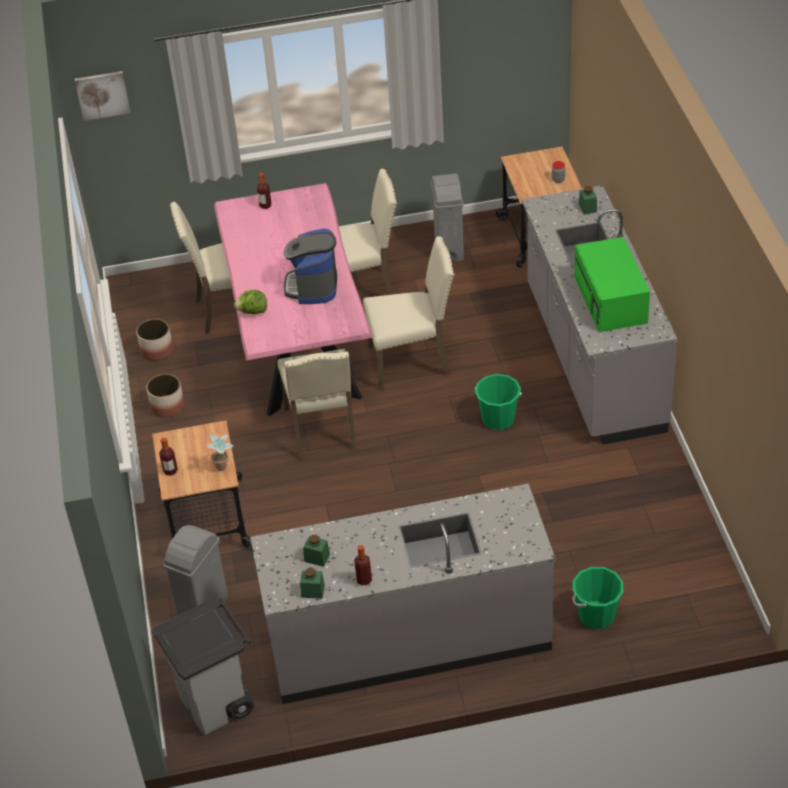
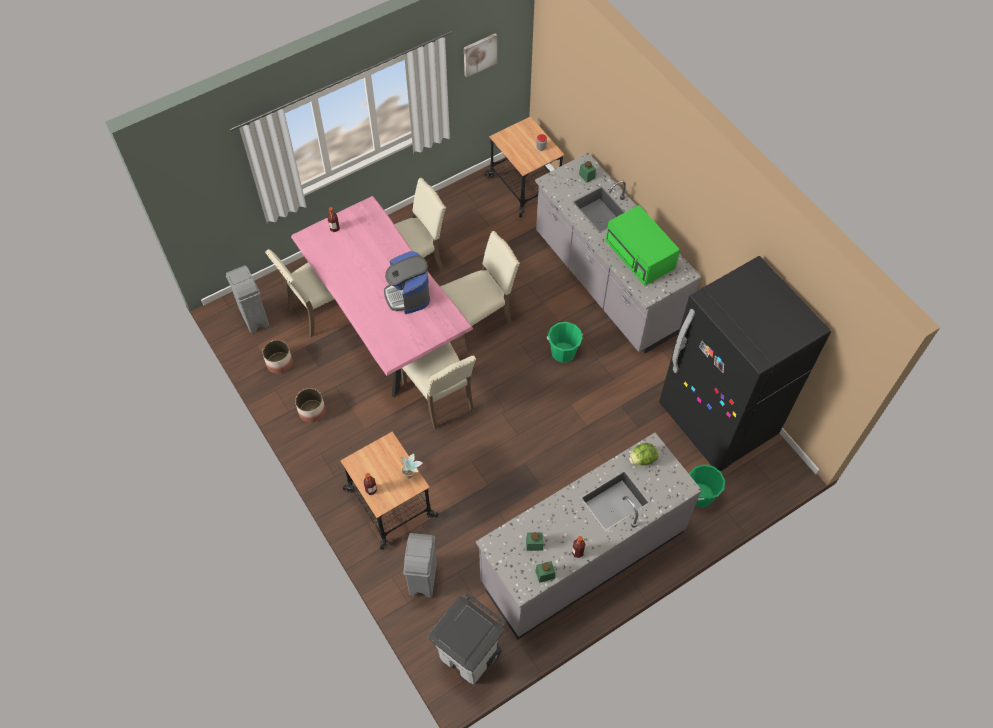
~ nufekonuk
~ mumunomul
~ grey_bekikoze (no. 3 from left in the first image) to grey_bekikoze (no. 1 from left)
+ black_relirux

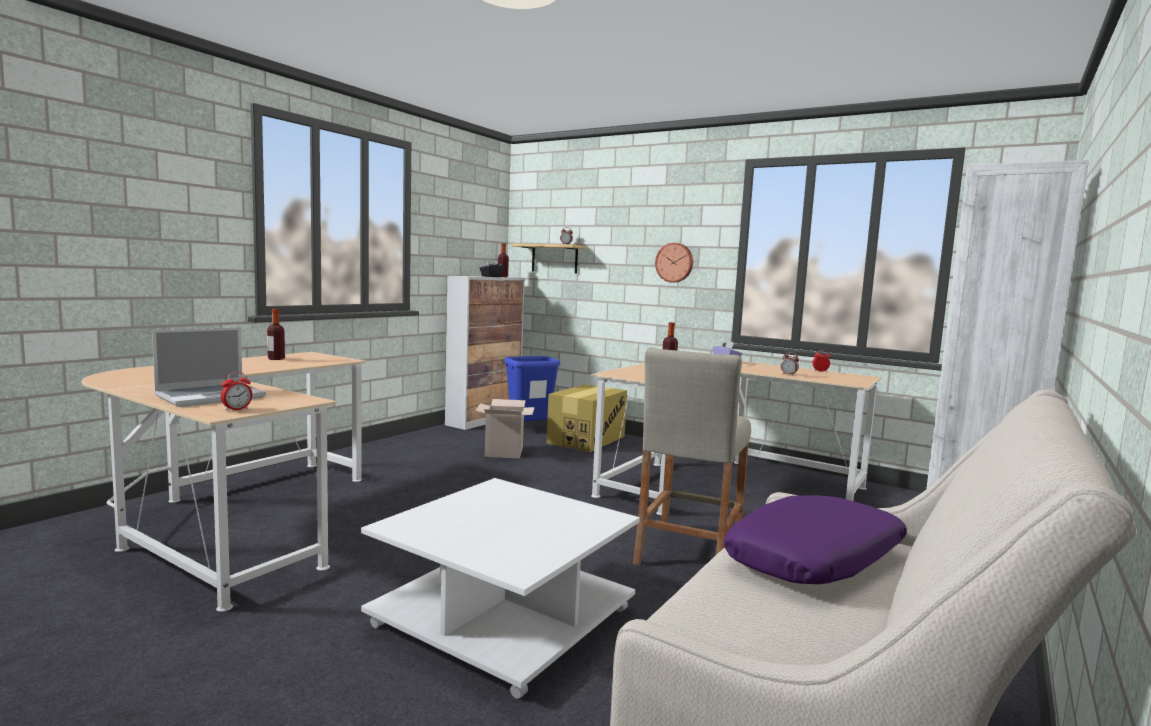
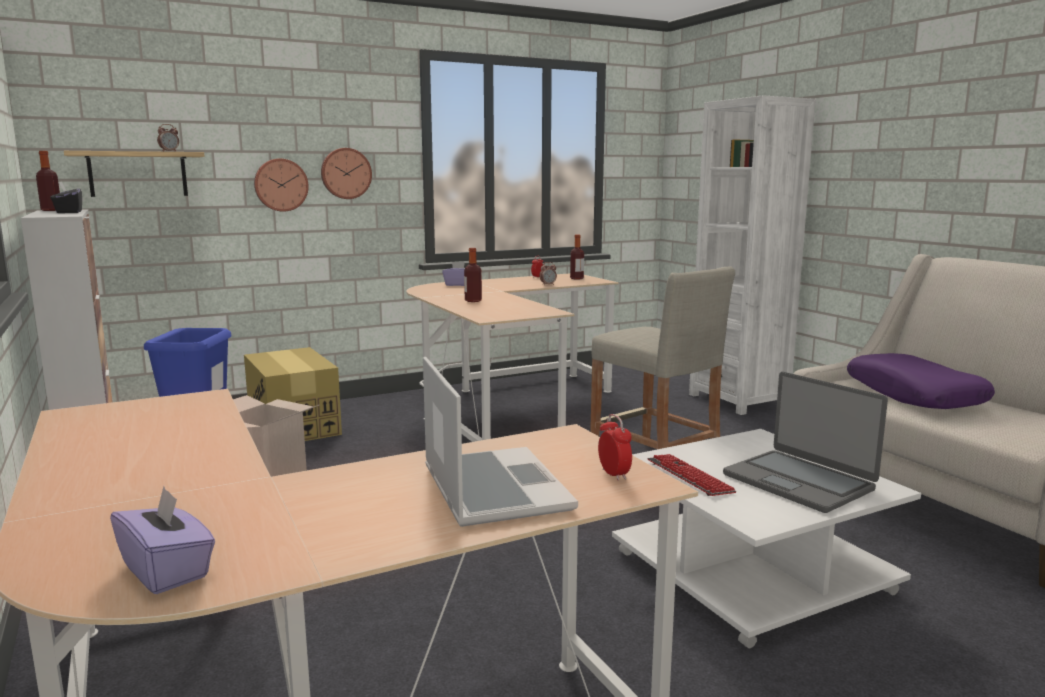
~ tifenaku (no. 1 from left in the first image) to tifenaku (no. 3 from left)
+ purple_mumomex (no. 1 from left)
+ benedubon (no. 1 from left)
+ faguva
+ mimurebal (no. 2 from left)

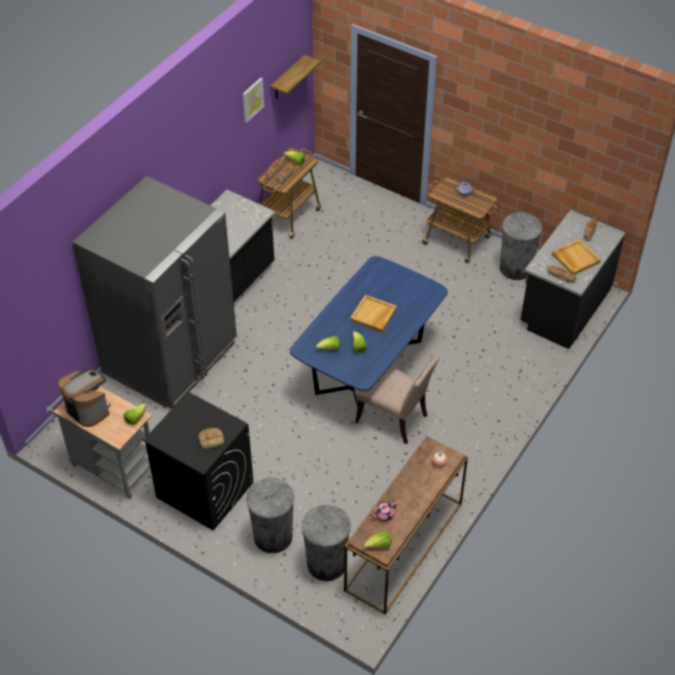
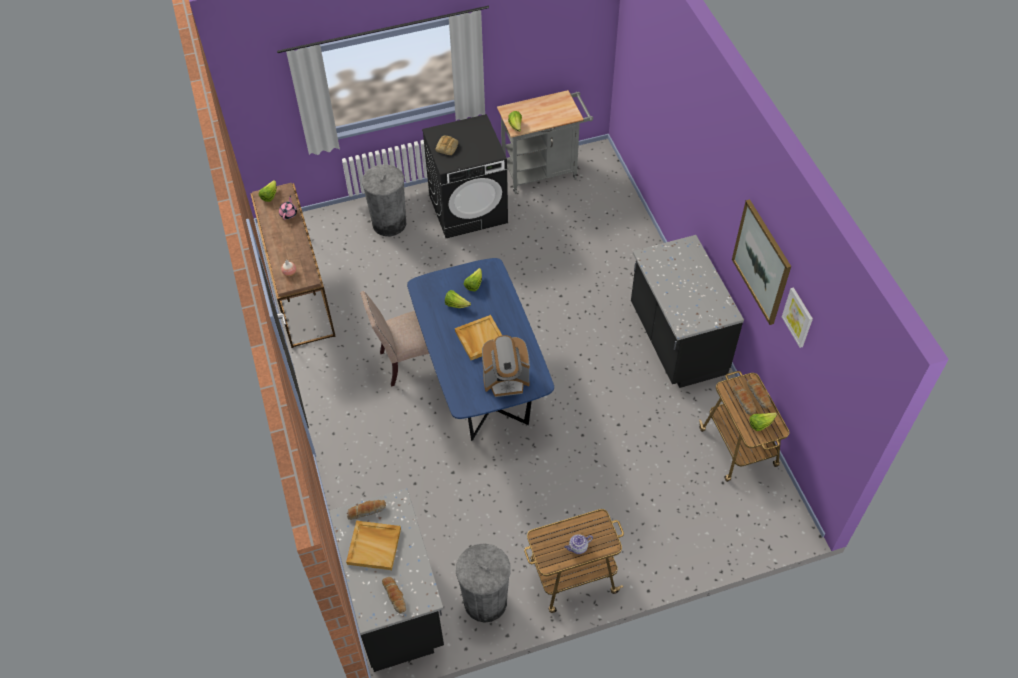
~ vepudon
- grey_relirux
- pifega
- grey_bekikoze (no. 2 from left)
+ nufekonuk (no. 1 from left)

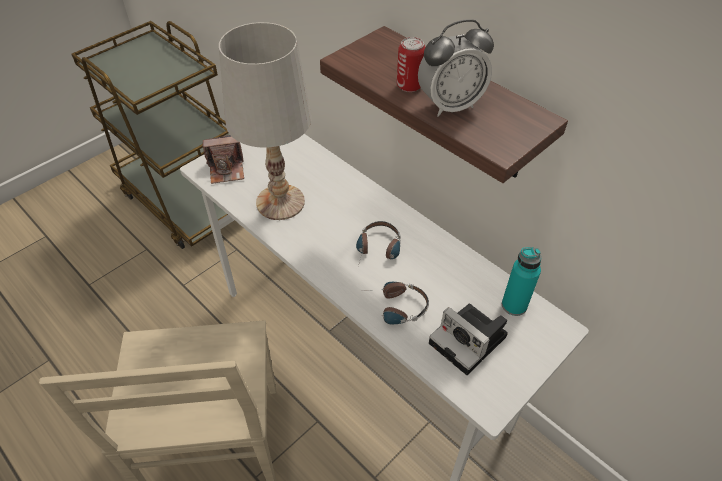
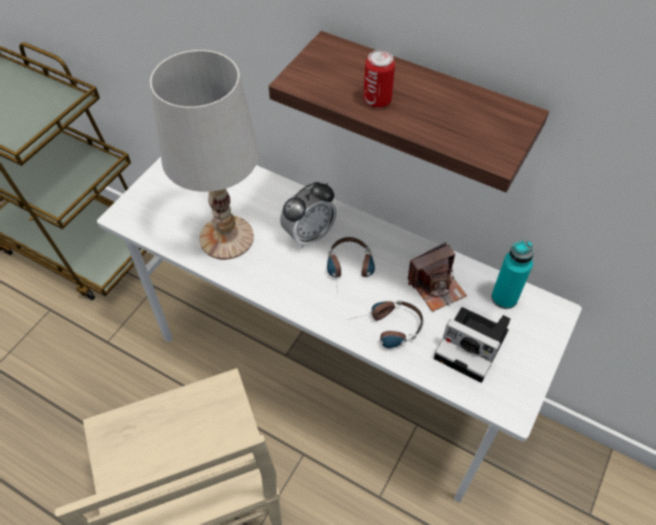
~ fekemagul (no. 1 from left)
~ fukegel

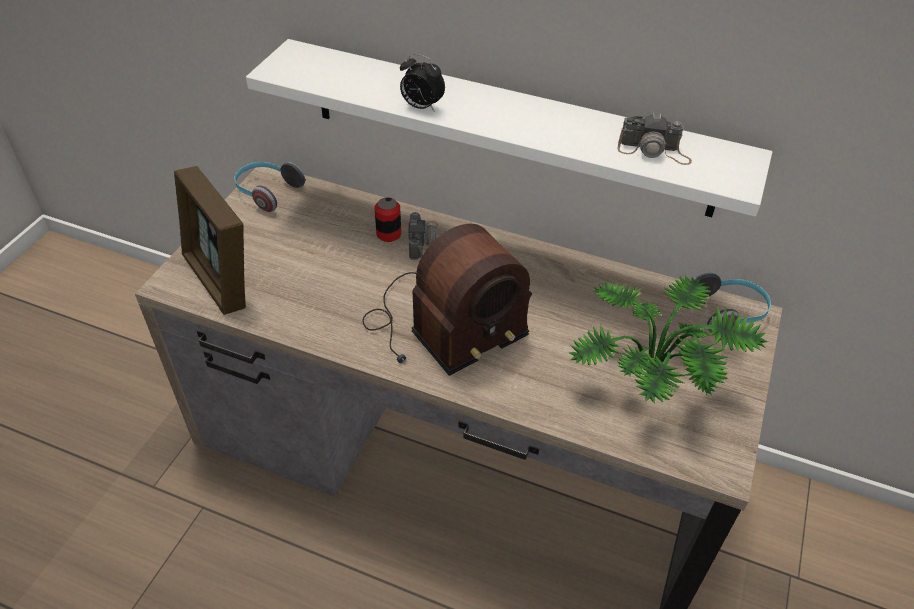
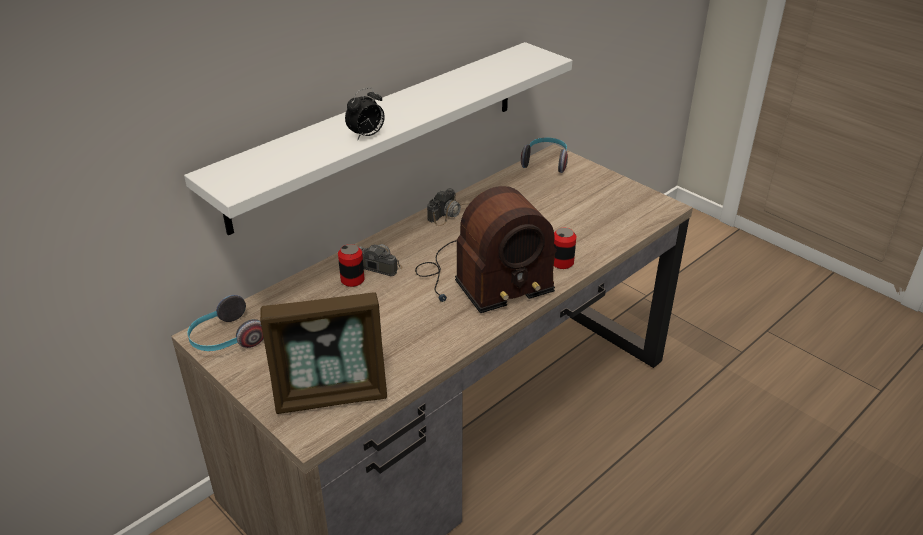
~ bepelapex 75 degrees clockwise
- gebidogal
~ fekemagul (no. 2 from left)
+ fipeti (no. 2 from left)

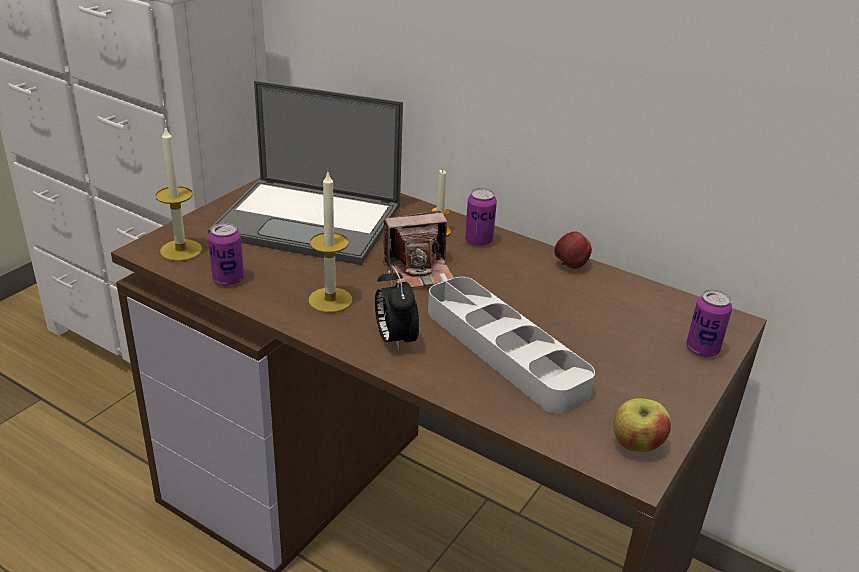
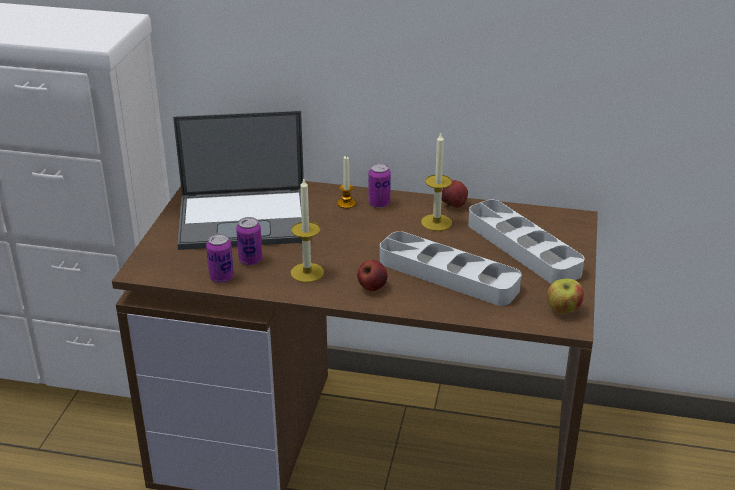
~ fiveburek (no. 1 from left in the first image) to fiveburek (no. 3 from left)
~ fukegel to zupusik (no. 1 from left)
- fekemagul
~ fipeti (no. 3 from left in the first image) to fipeti (no. 2 from left)
+ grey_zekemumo (no. 2 from left)

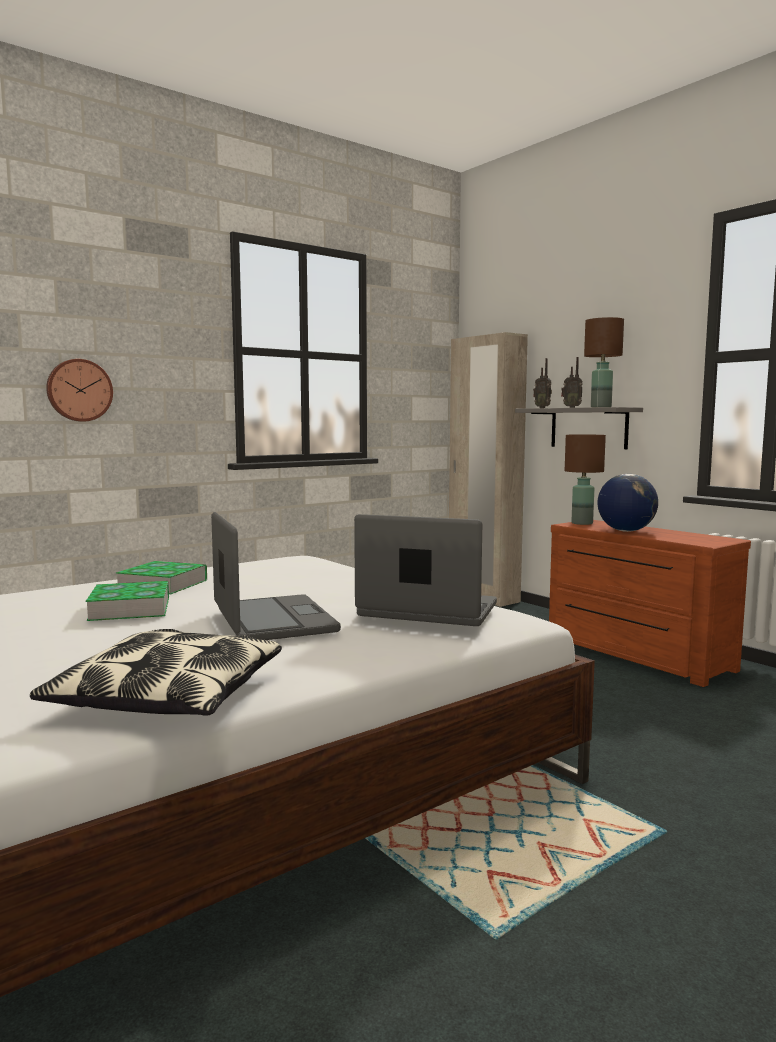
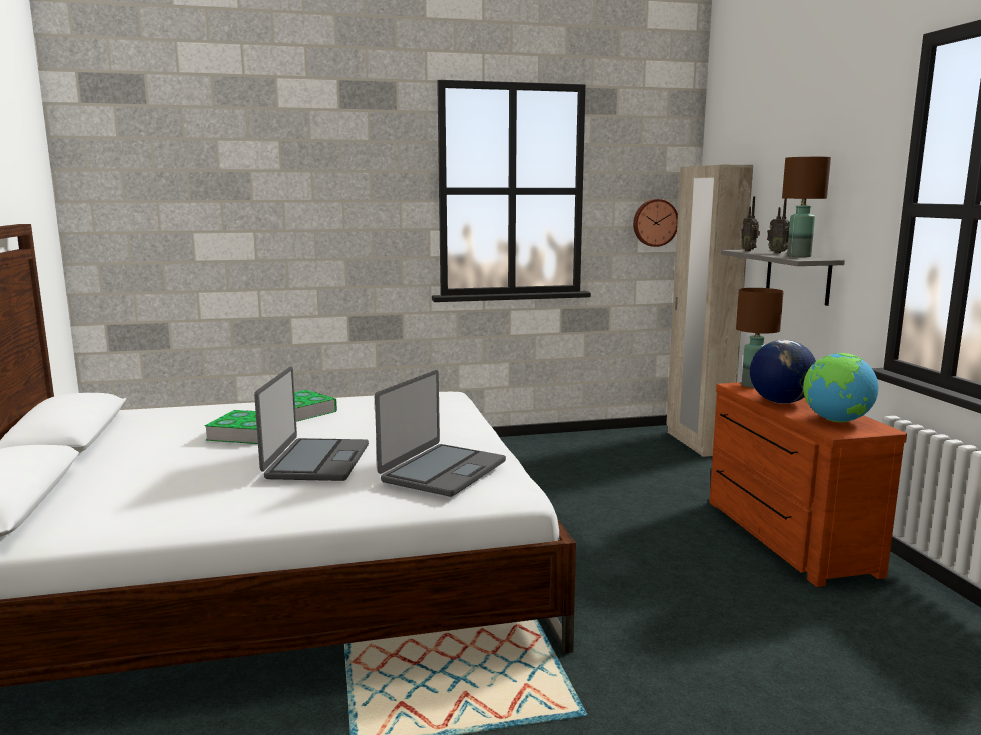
- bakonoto
~ benedubon
~ mimurebal (no. 2 from left) 75 degrees clockwise
+ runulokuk (no. 2 from left)

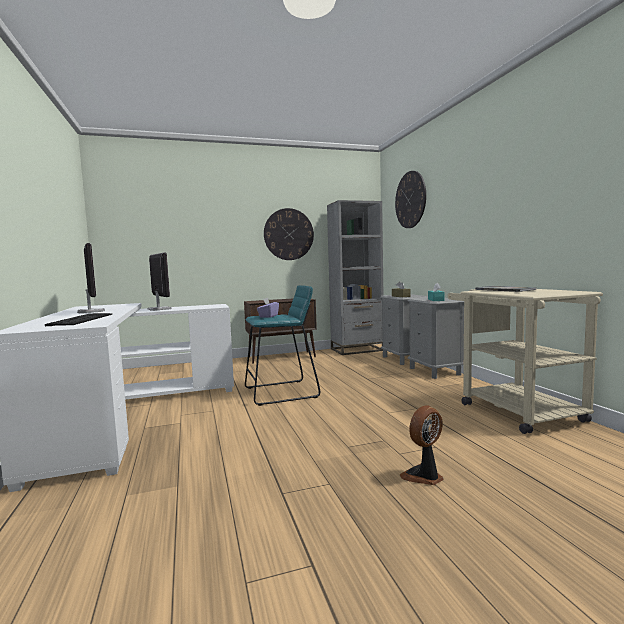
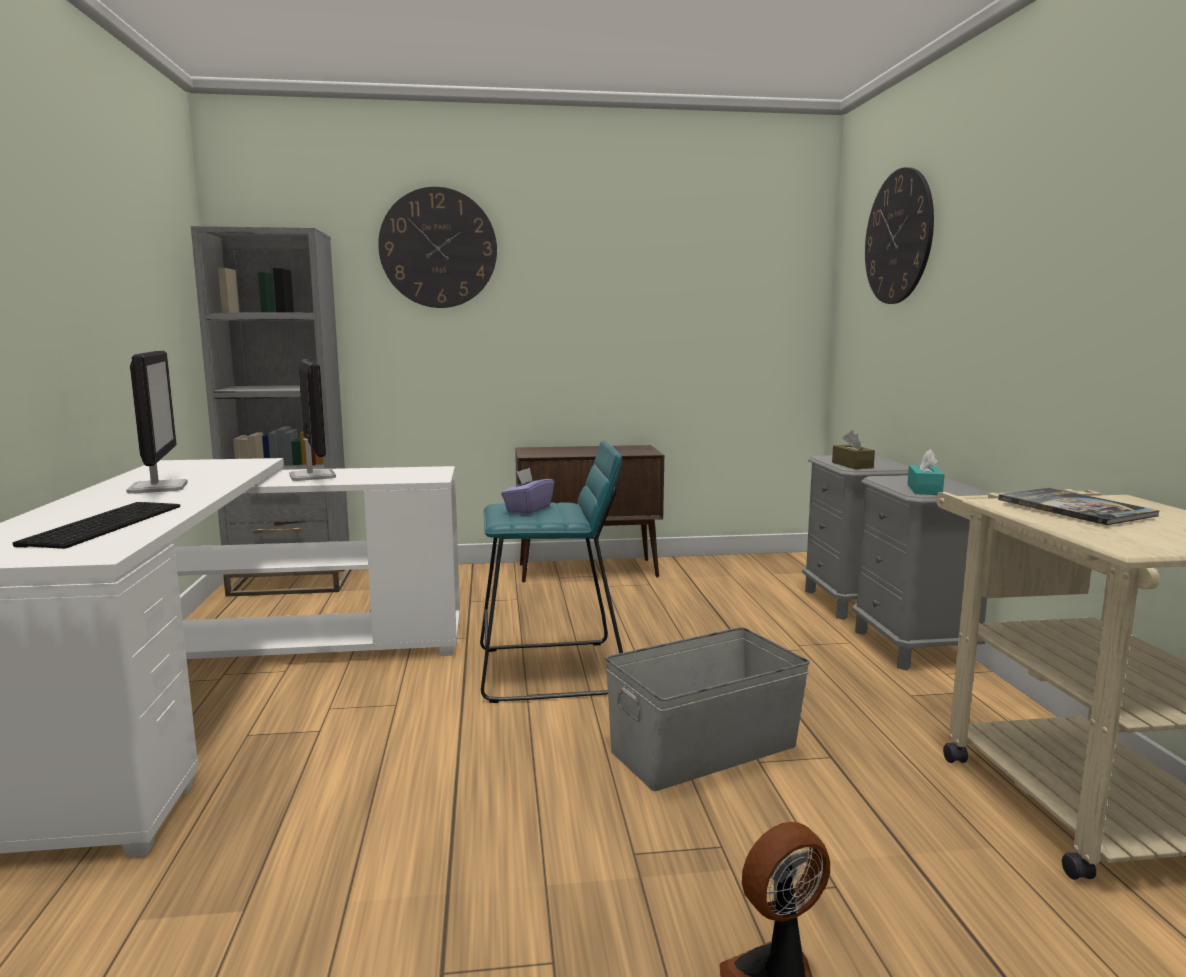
~ benedubon (no. 1 from left)
~ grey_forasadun
+ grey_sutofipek

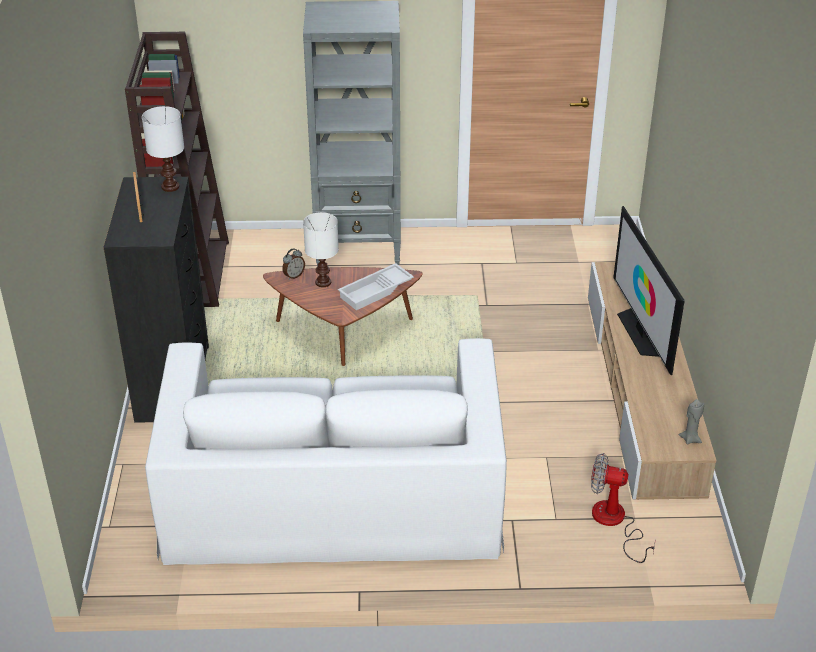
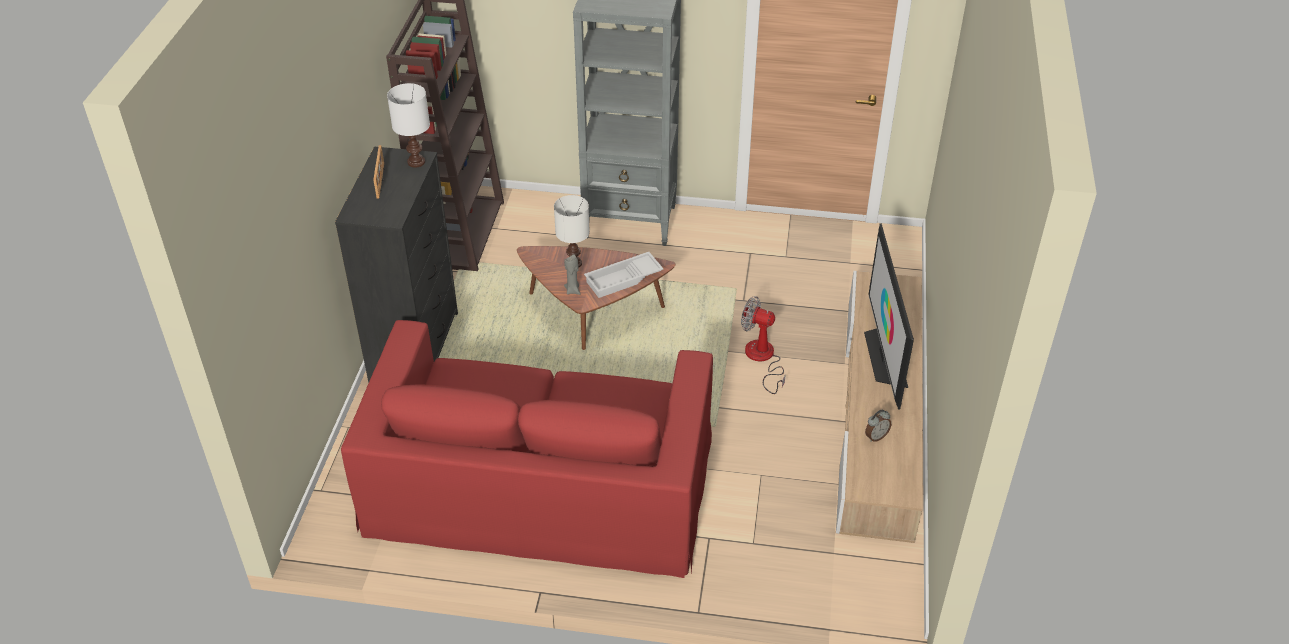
~ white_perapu to red_perapu
~ fukegel
~ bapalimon
~ grey_fiveburek

